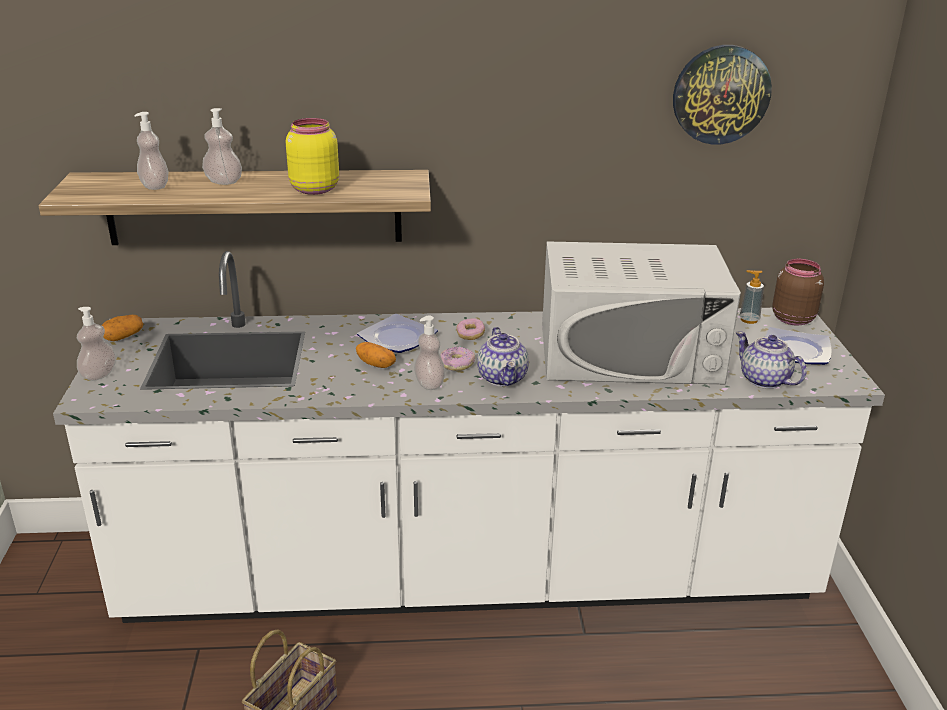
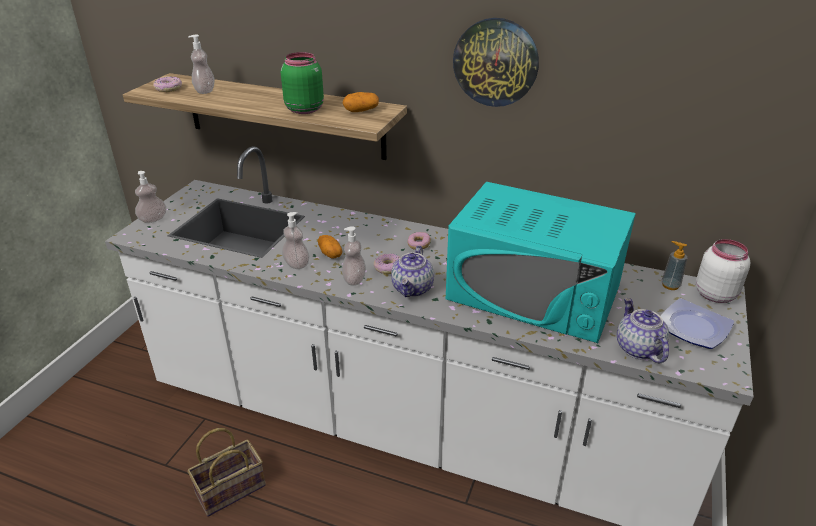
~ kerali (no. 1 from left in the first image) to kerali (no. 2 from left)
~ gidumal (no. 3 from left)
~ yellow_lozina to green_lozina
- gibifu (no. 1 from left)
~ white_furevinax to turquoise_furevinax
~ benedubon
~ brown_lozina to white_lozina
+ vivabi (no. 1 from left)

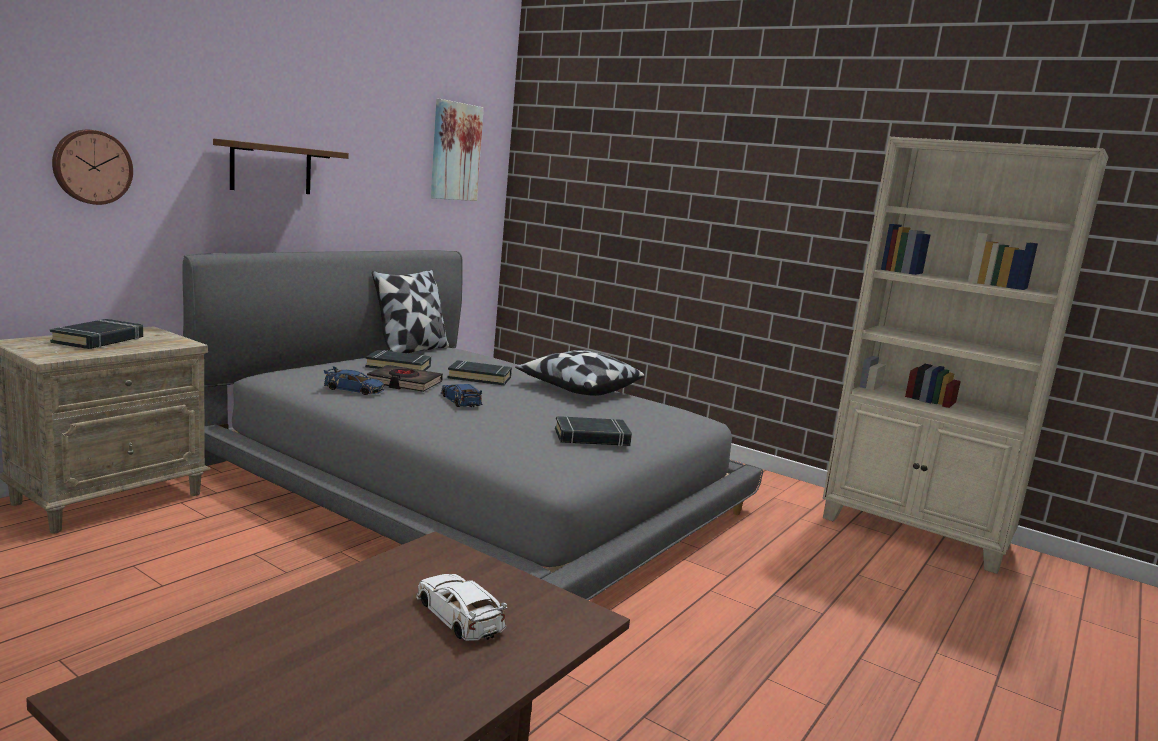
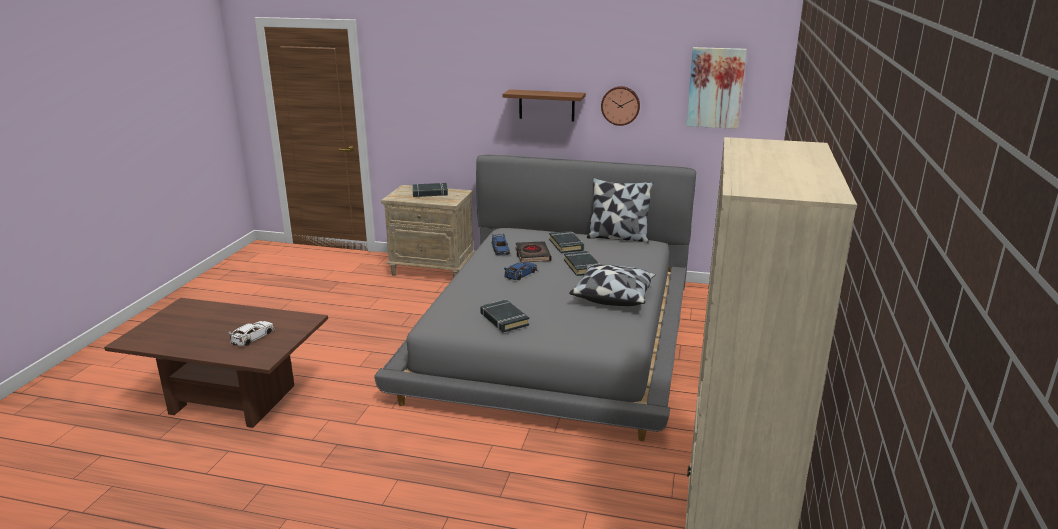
~ benedubon

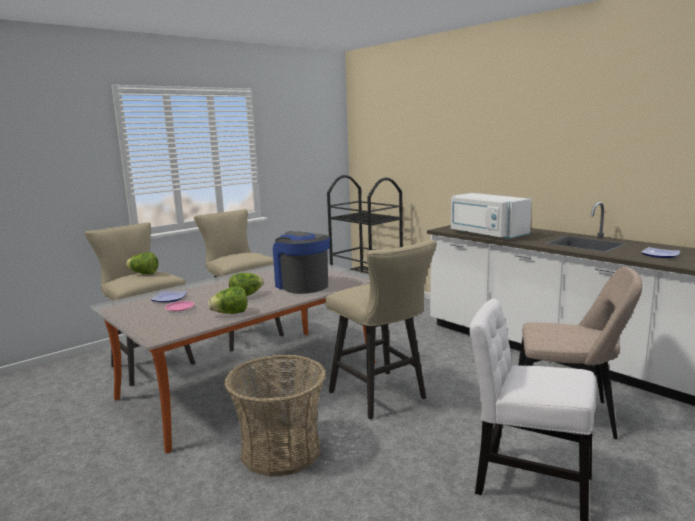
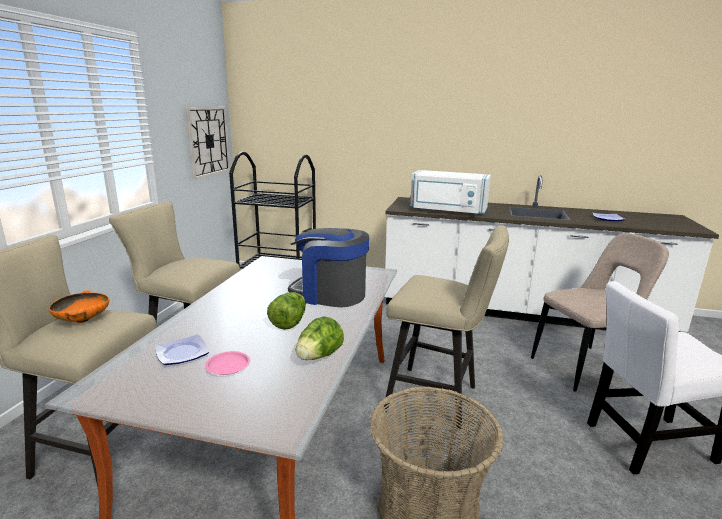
~ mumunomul (no. 1 from left) to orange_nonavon
+ benedubon

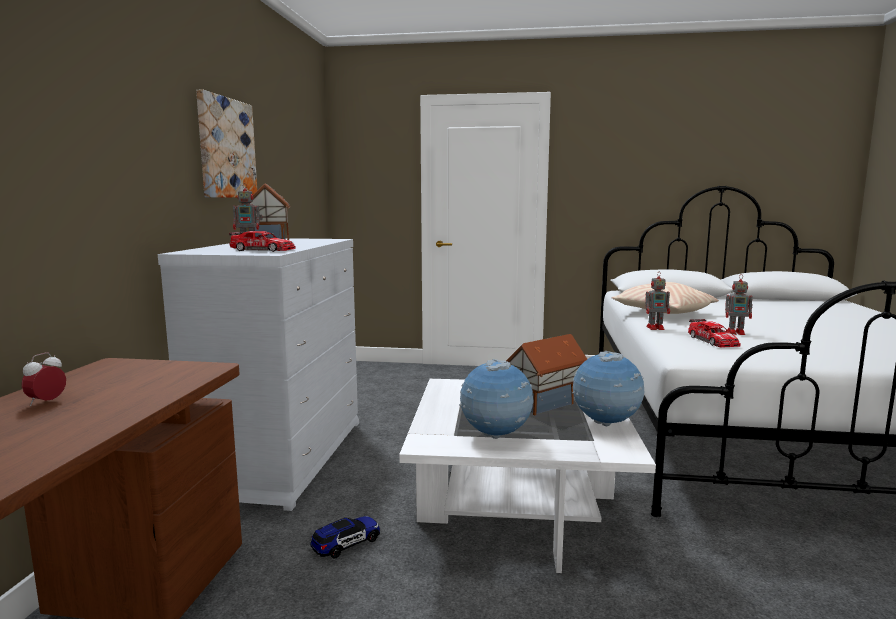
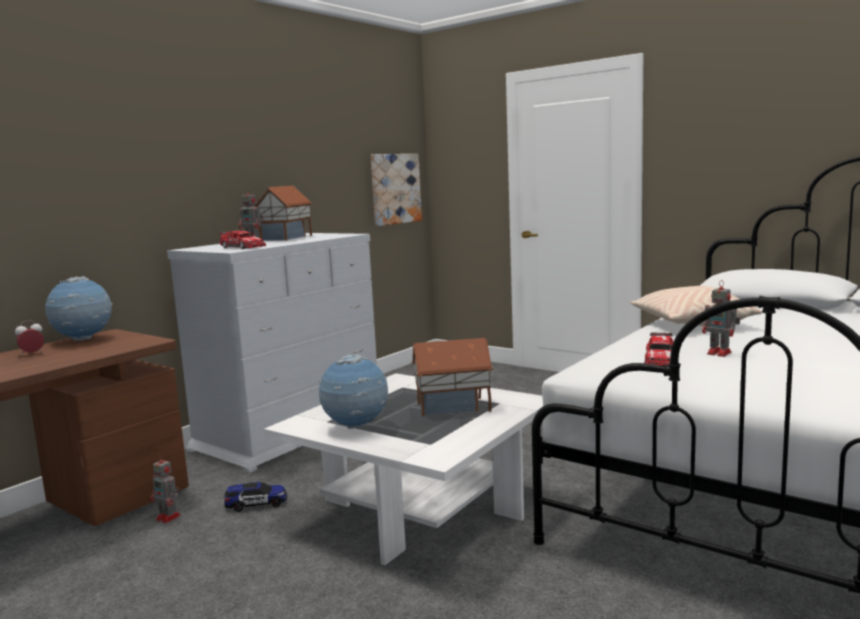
~ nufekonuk
~ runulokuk (no. 2 from left in the first image) to runulokuk (no. 1 from left)
~ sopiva (no. 2 from left in the first image) to sopiva (no. 1 from left)

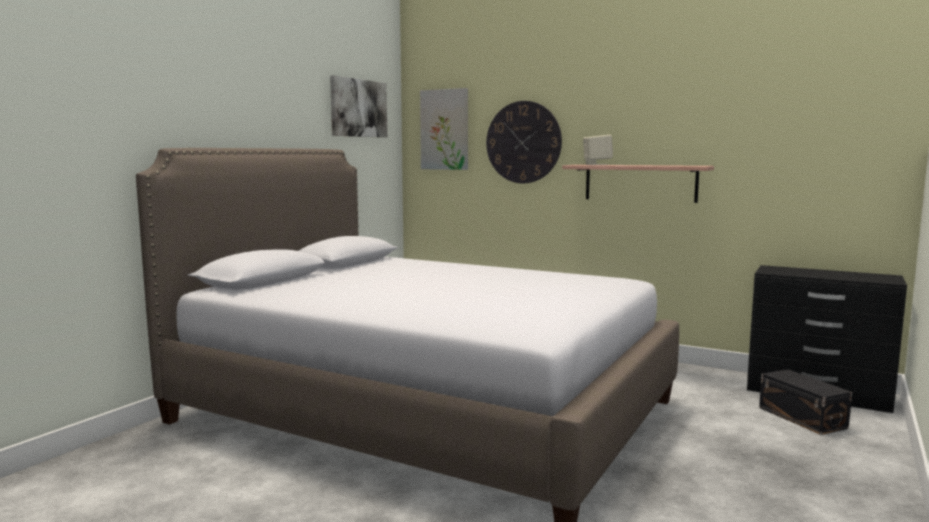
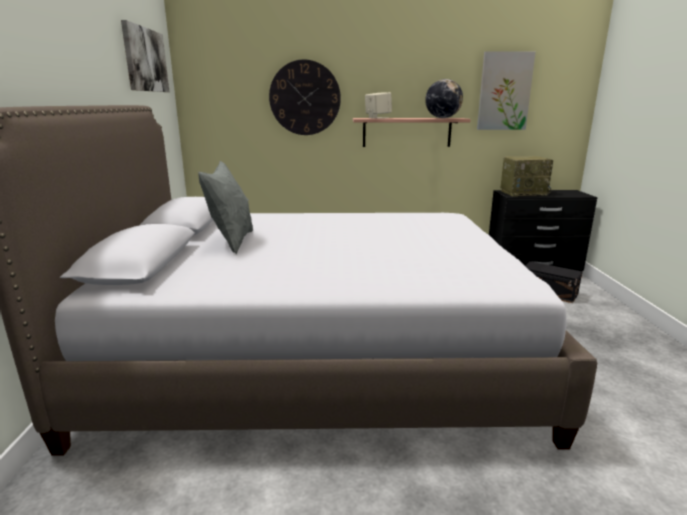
~ nufekonuk (no. 2 from left)
+ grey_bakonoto
+ runulokuk
+ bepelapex

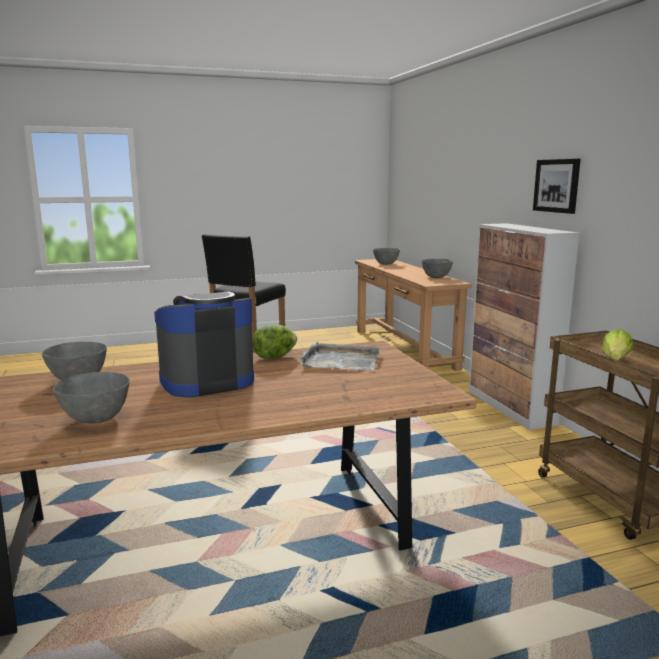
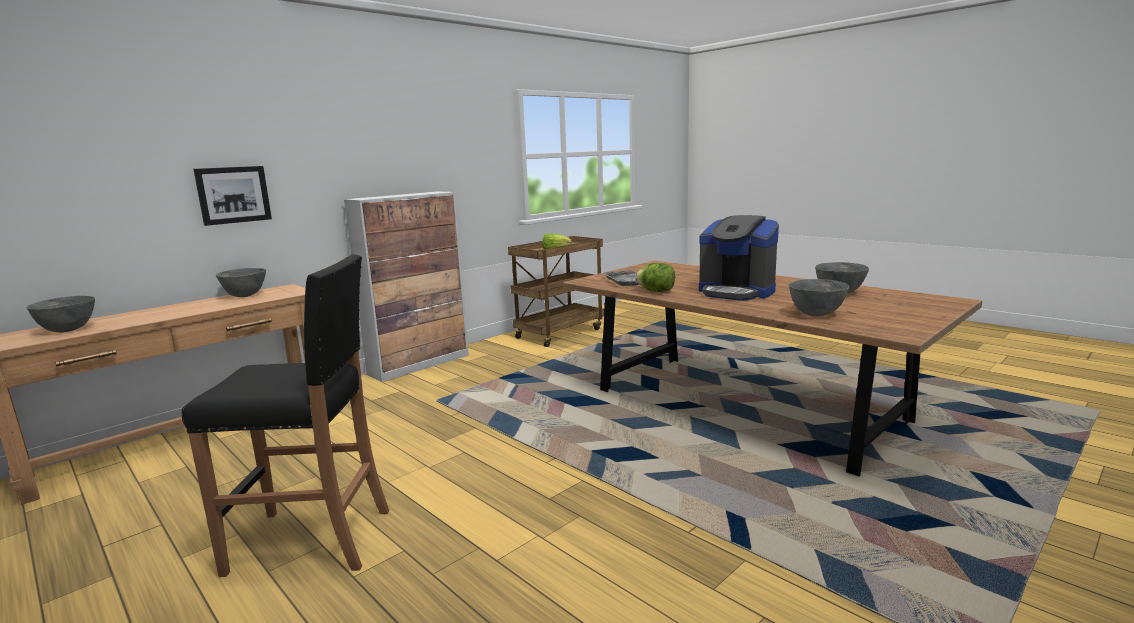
~ nufekonuk

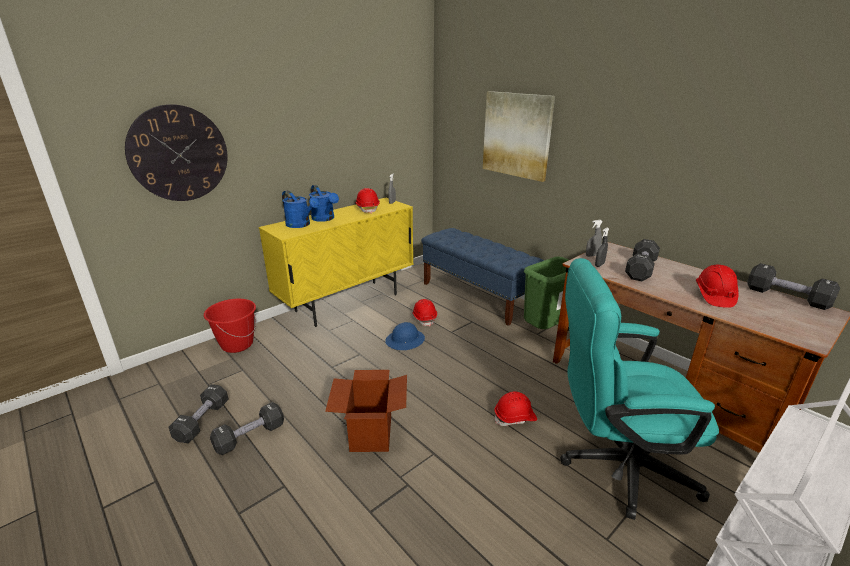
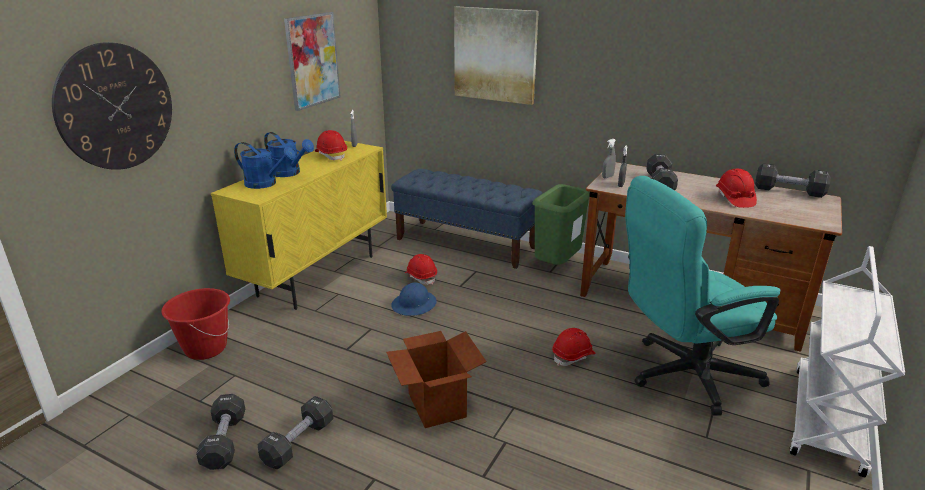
+ nufekonuk (no. 1 from left)

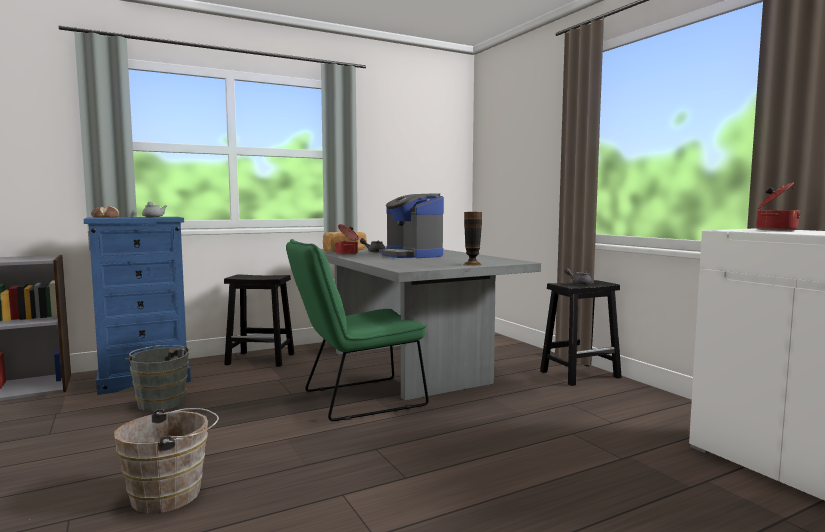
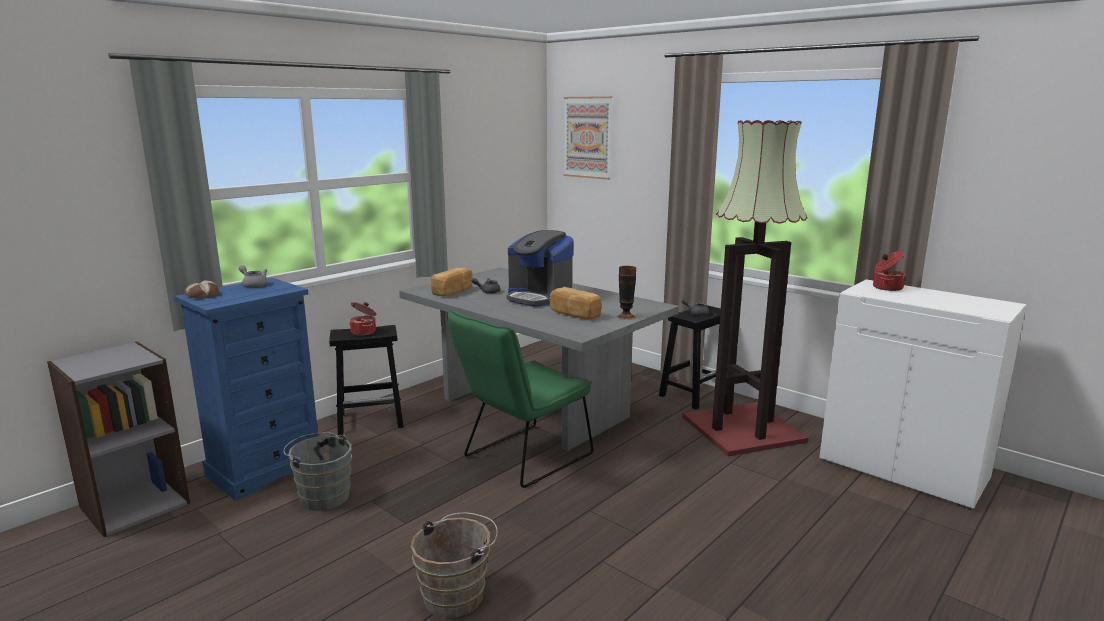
~ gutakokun (no. 1 from left)
+ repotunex (no. 3 from left)
+ nufekonuk
+ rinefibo

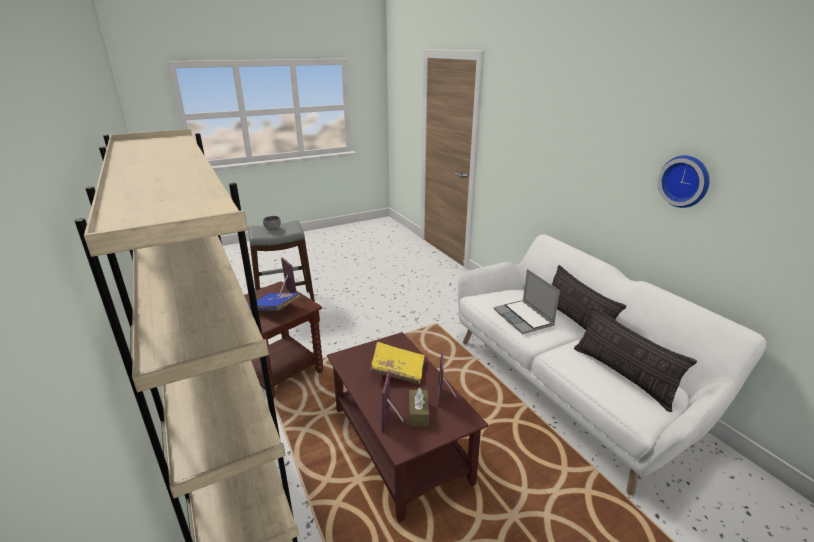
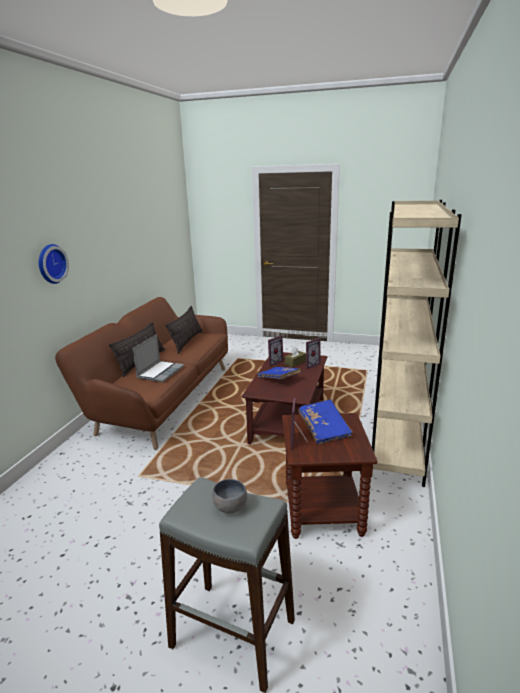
~ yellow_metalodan to blue_metalodan (no. 1 from left)
~ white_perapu to brown_perapu
~ benedubon

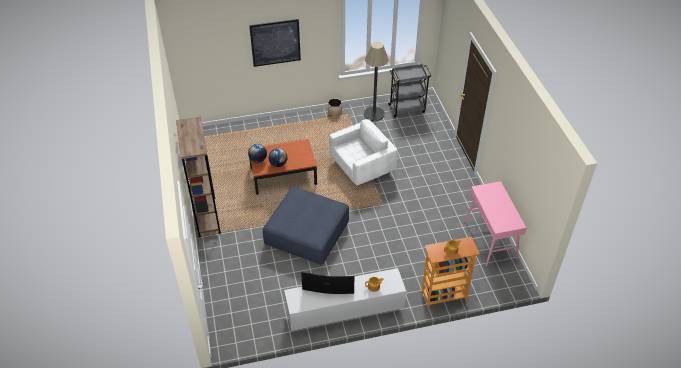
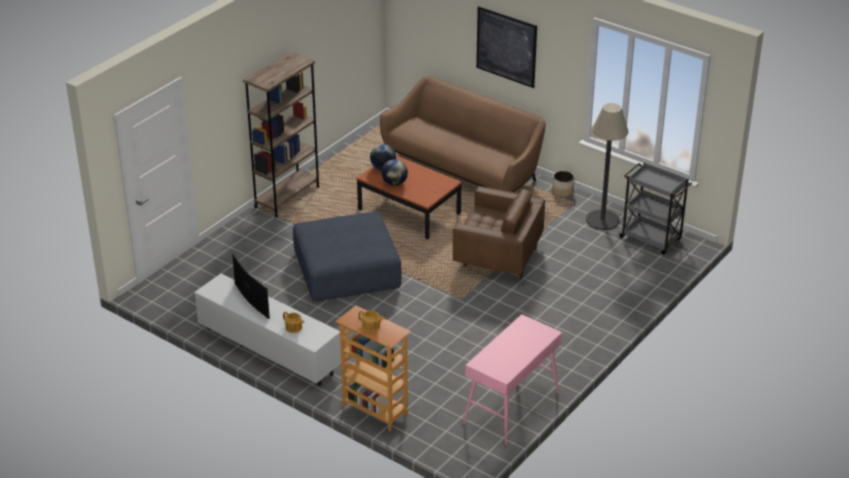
~ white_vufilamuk to brown_vufilamuk
+ brown_perapu

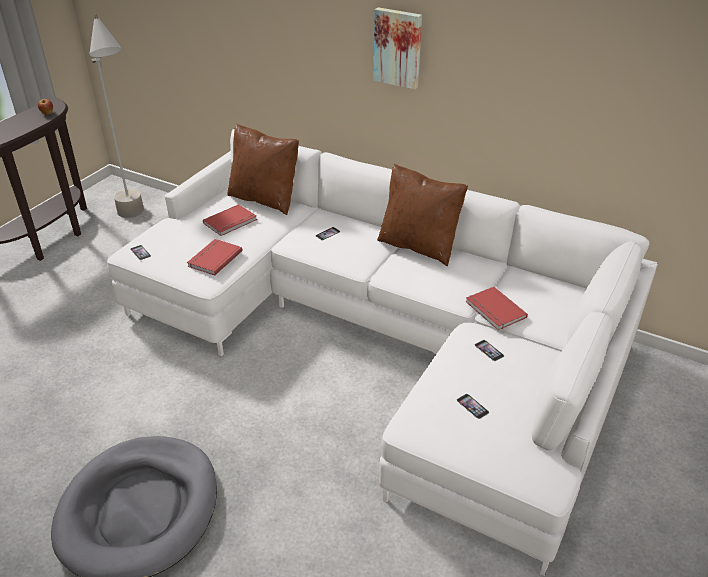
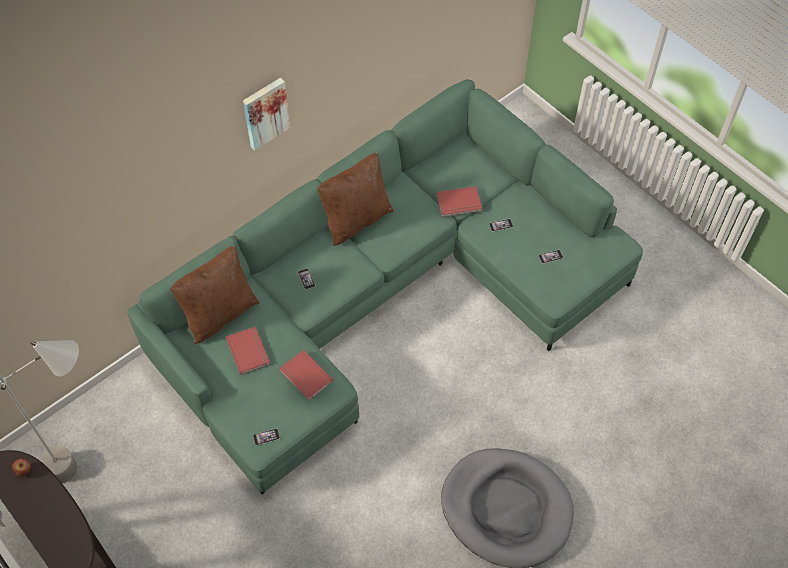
~ white_perapu to green_perapu

